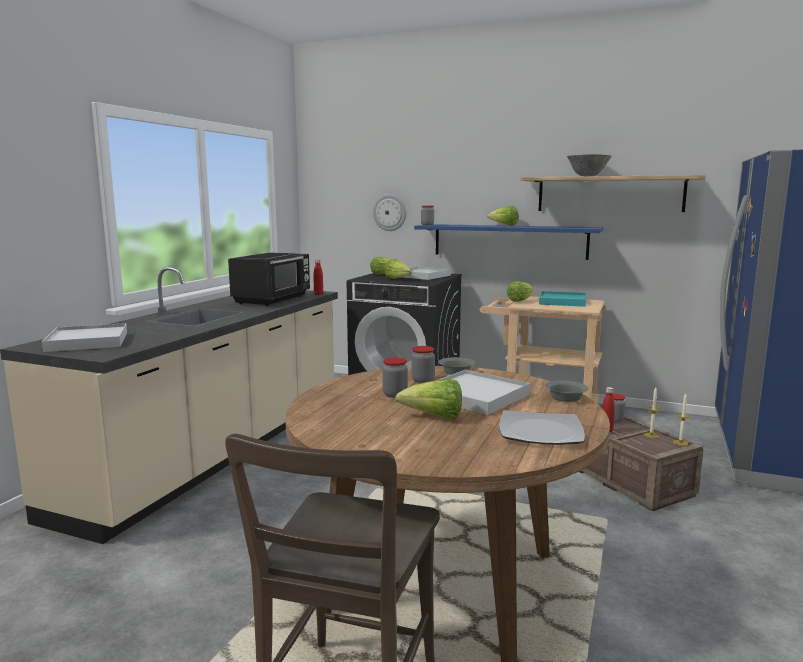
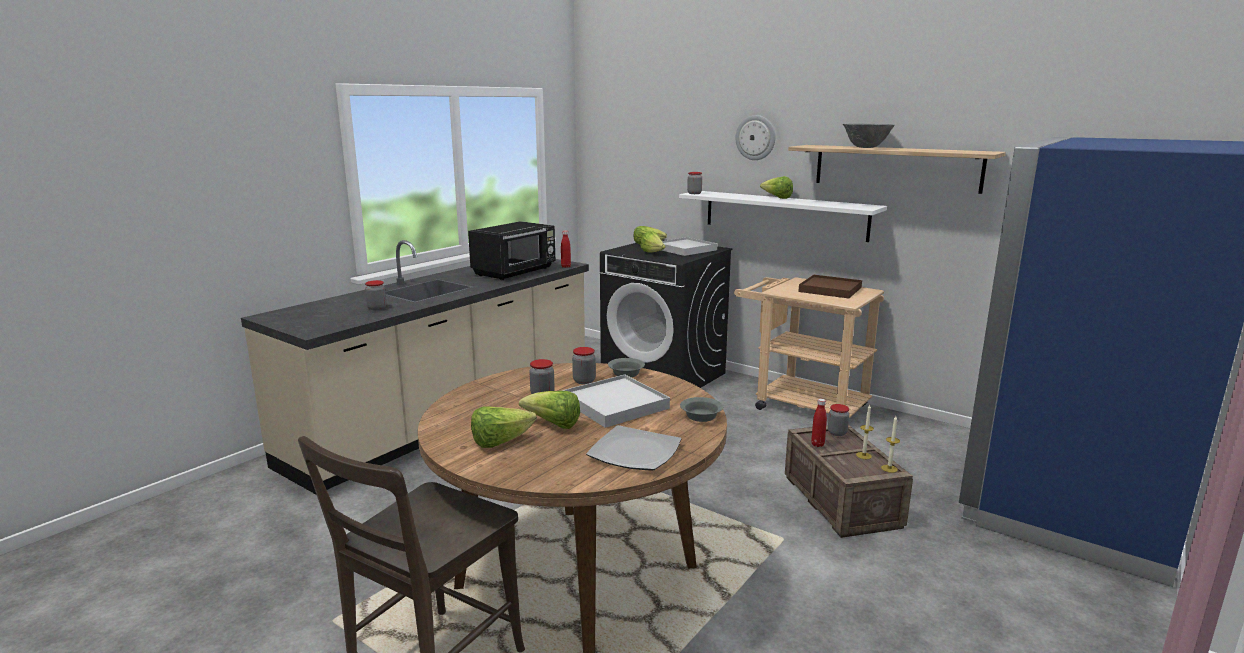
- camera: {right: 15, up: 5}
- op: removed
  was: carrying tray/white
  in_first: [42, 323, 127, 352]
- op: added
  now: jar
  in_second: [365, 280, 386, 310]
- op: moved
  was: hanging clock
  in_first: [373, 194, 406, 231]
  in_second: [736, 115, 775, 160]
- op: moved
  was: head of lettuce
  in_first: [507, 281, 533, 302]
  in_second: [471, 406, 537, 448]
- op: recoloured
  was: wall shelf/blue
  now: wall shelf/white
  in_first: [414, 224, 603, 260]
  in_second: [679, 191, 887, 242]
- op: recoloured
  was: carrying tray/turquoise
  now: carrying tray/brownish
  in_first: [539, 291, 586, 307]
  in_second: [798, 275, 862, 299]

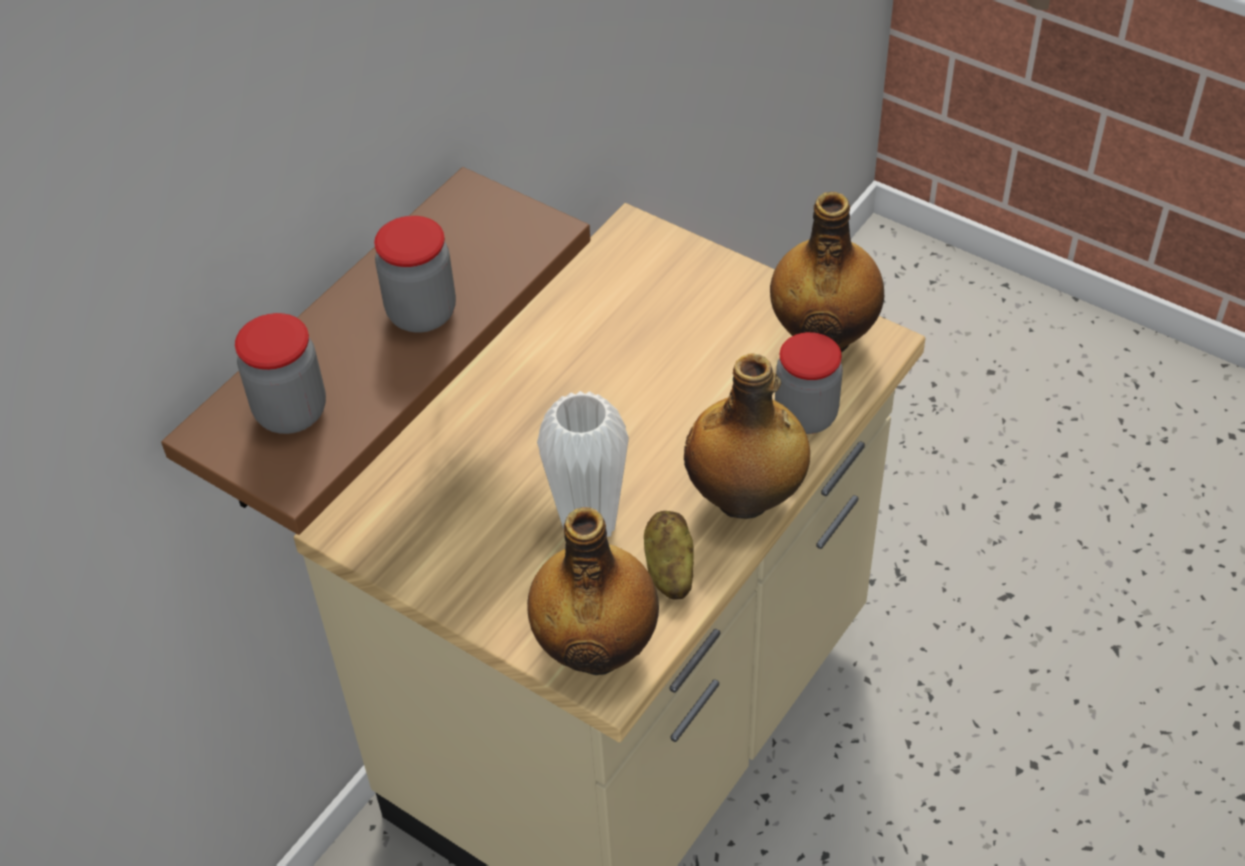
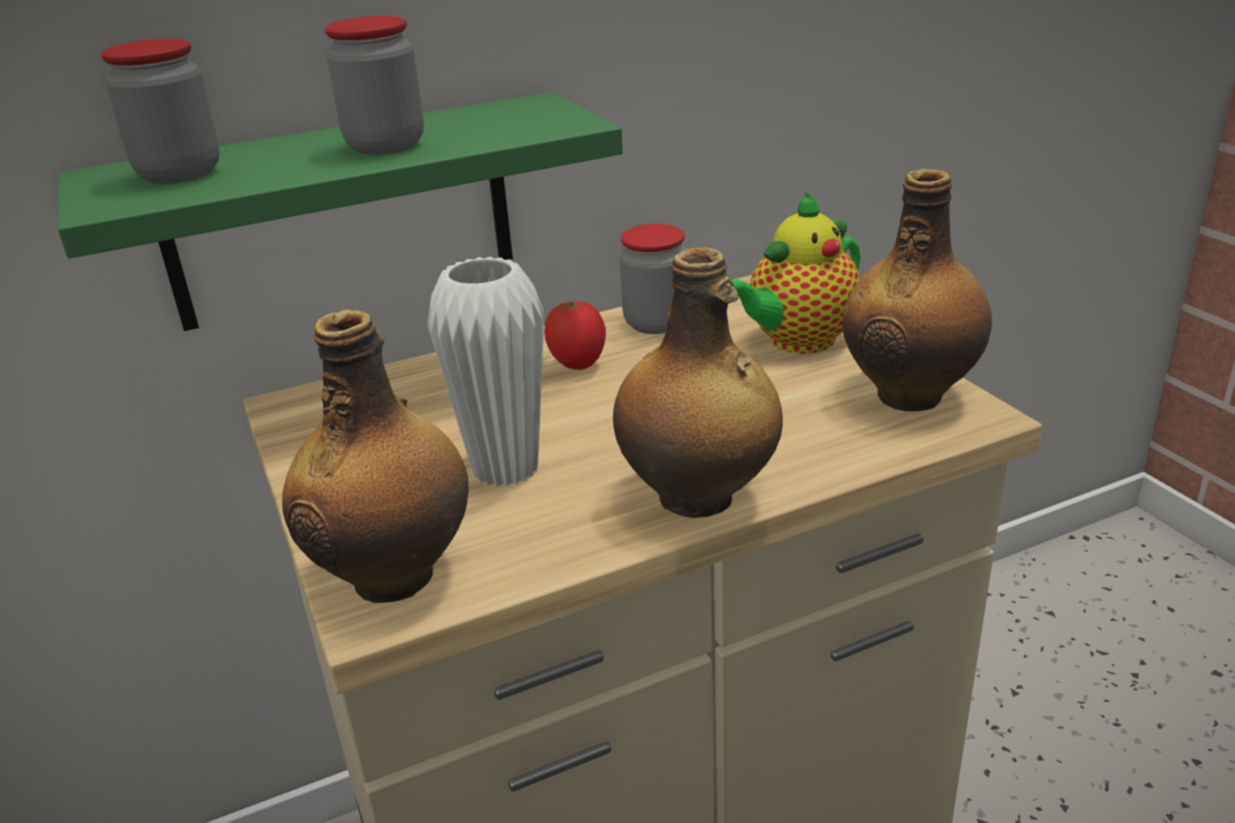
- camera: {right: 30, up: -20}
- op: removed
  was: spud
  in_first: [644, 511, 694, 599]
- op: added
  now: whole tomato
  in_second: [544, 300, 606, 370]
- op: added
  now: tea pot
  in_second: [731, 192, 861, 354]
- op: moved
  was: jar
  in_first: [775, 332, 843, 434]
  in_second: [619, 224, 686, 334]
- op: recoloured
  was: wall shelf/brownish
  now: wall shelf/green-coloured
  in_first: [161, 167, 590, 535]
  in_second: [58, 92, 623, 331]

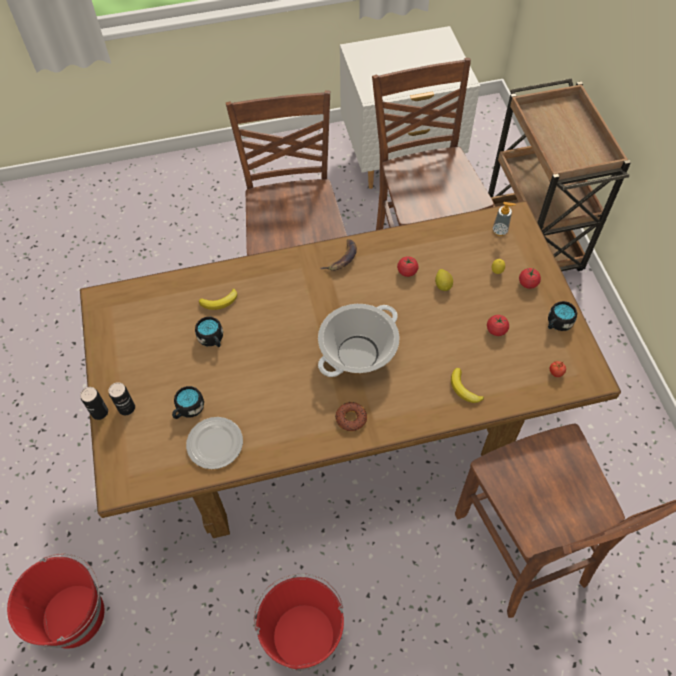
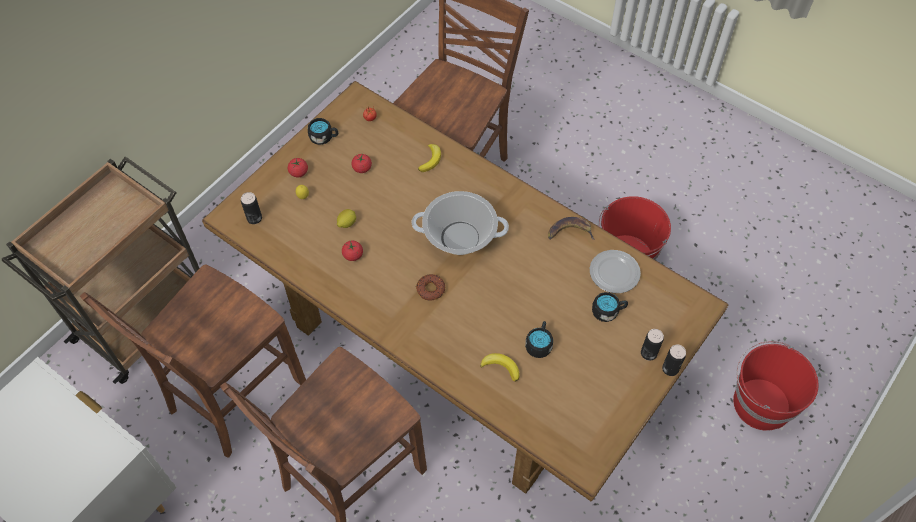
- camera: {right: -130, up: 0}
- op: moved
  was: whole banana
  in_first: [320, 239, 357, 271]
  in_second: [548, 217, 595, 240]
- op: moved
  was: donut
  in_first: [335, 402, 367, 431]
  in_second: [416, 274, 445, 301]
- op: replaced
  was: liquid soap bottle
  now: can
  in_first: [493, 202, 516, 236]
  in_second: [241, 192, 262, 224]

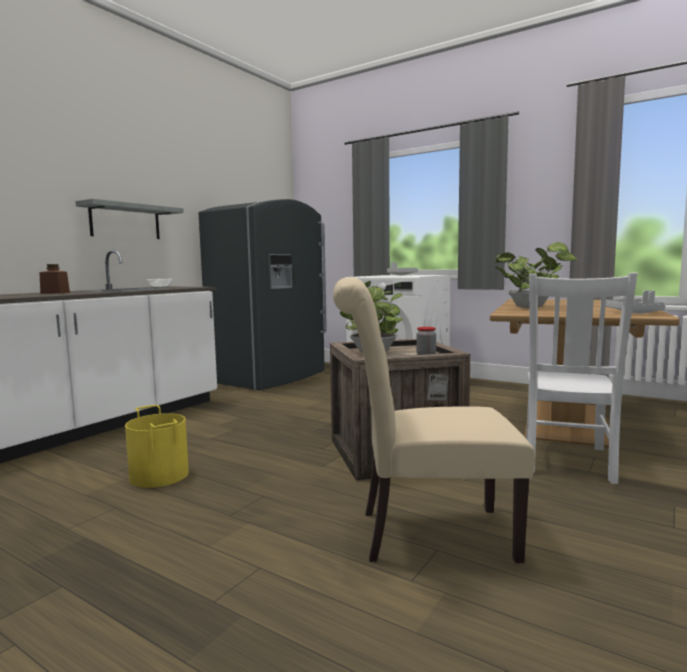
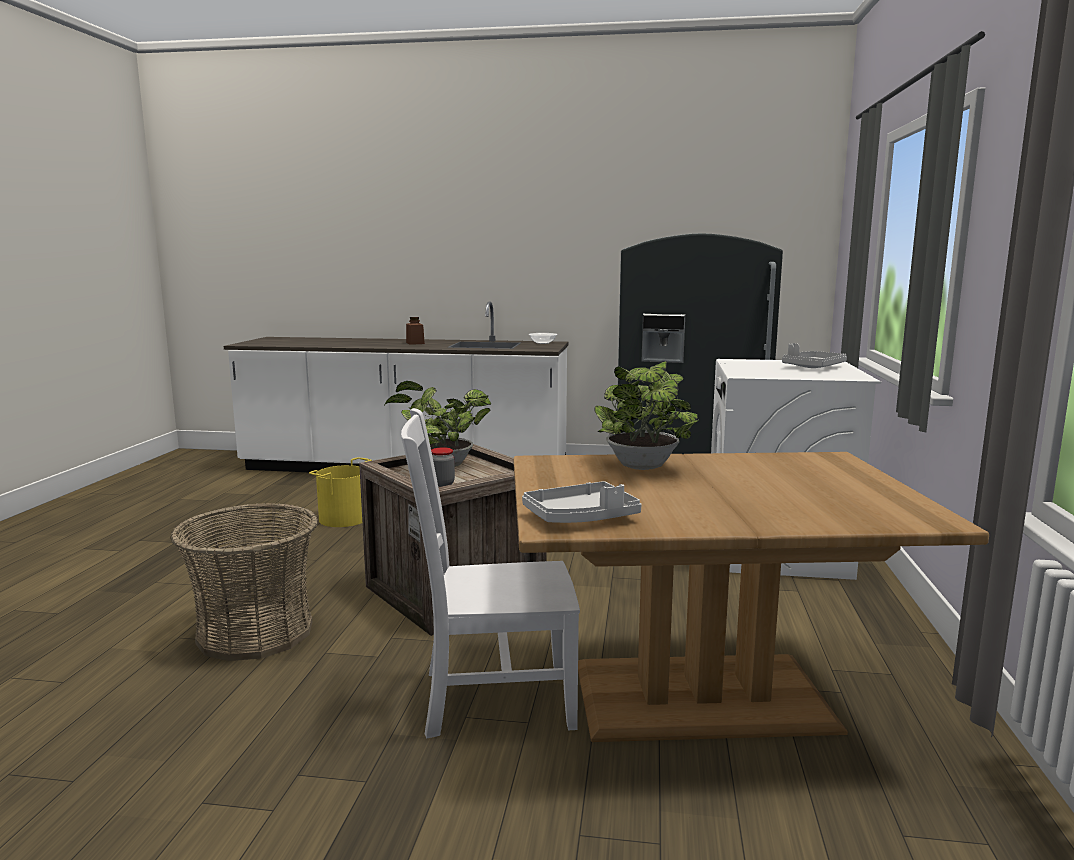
- camera: {right: 65, up: 5}
- op: removed
  was: wall shelf/gray
  in_first: [75, 198, 184, 239]
- op: replaced
  was: upright chair/sand-coloured
  now: household basket
  in_first: [333, 277, 535, 563]
  in_second: [170, 503, 318, 661]

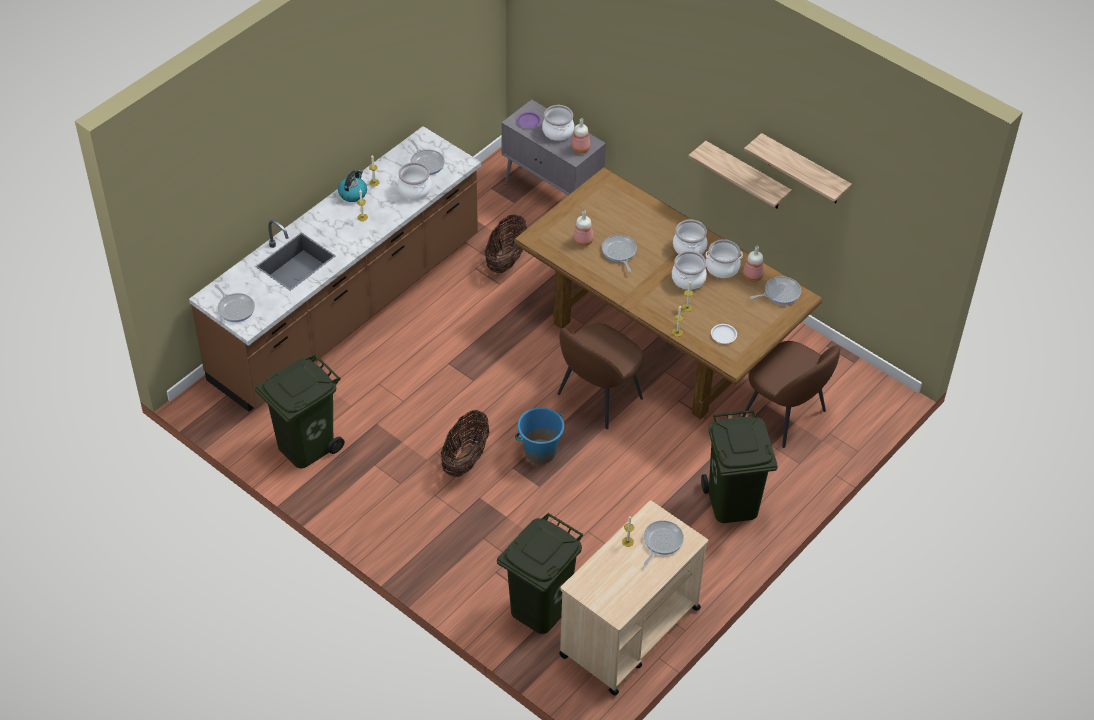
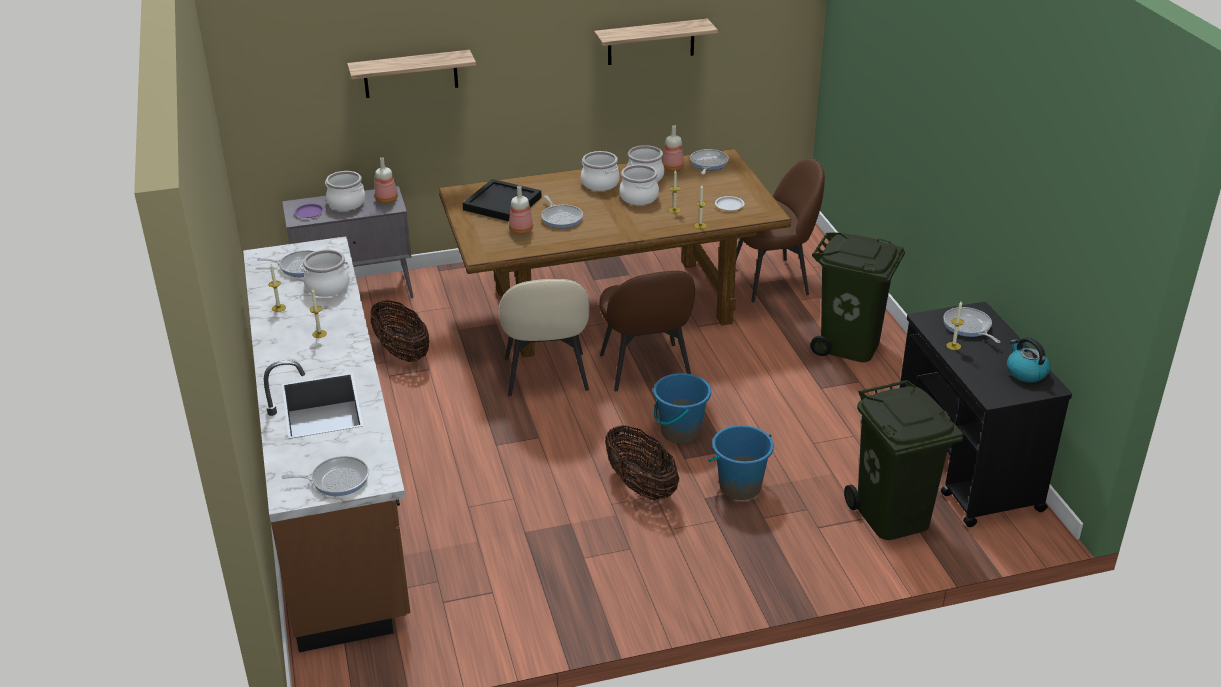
- camera: {right: -55, up: -15}
- op: removed
  was: waste bin/green-coloured
  in_first: [255, 354, 345, 468]
- op: added
  now: carrying tray/blackish
  in_second: [463, 179, 542, 221]
- op: added
  now: upright chair/sand-coloured
  in_second: [498, 279, 589, 396]
- op: added
  now: water bucket/blue
  in_second: [708, 425, 774, 500]
- op: moved
  was: kettle
  in_first: [338, 170, 367, 202]
  in_second: [1007, 337, 1050, 383]
- op: moved
  was: wall shelf
  in_first: [688, 141, 792, 208]
  in_second: [347, 50, 476, 98]
- op: recoloured
  was: cart/sand-coloured
  now: cart/blackish
  in_first: [559, 501, 708, 695]
  in_second: [899, 302, 1072, 527]
- op: turned
  was: skillet
  in_first: [602, 235, 637, 272]
  in_second: [541, 195, 583, 228]
  clockwise: -135

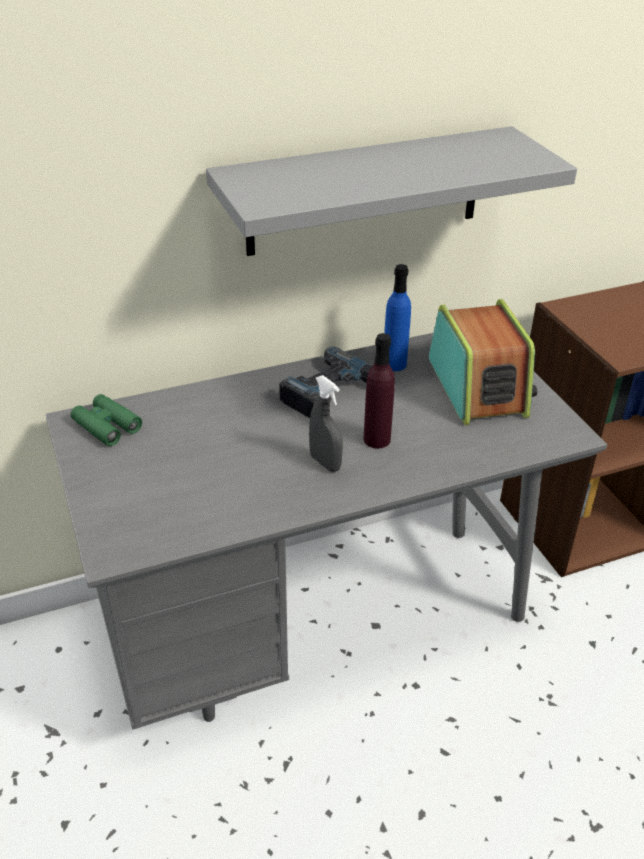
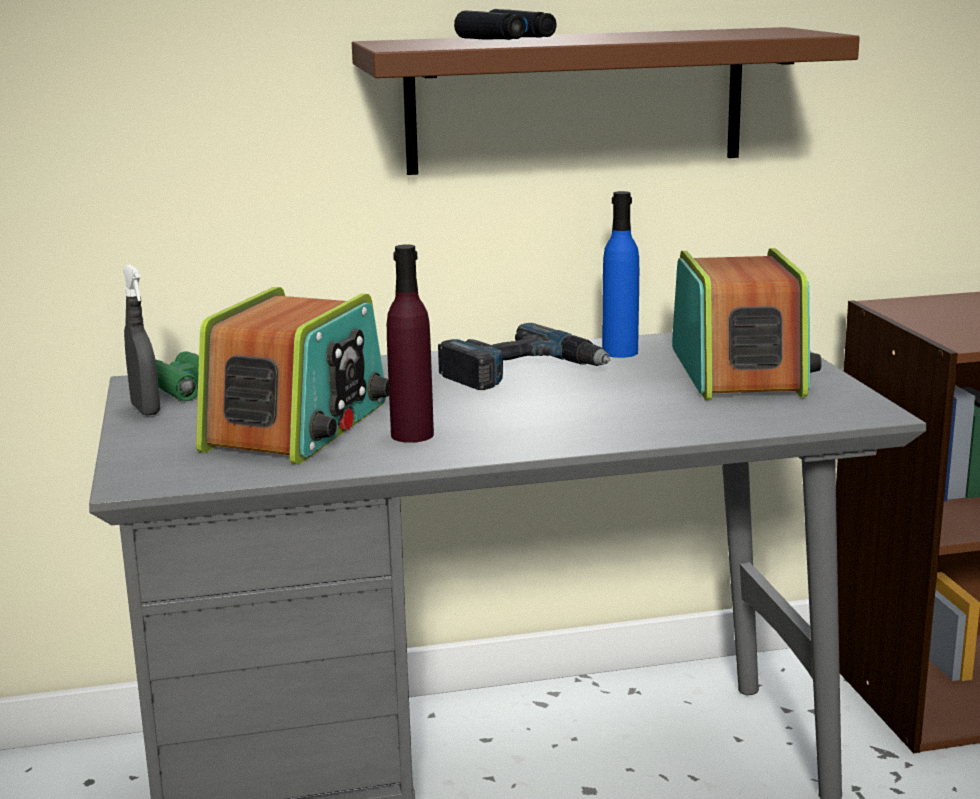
- camera: {right: 10, up: -20}
- op: added
  now: radio
  in_second: [196, 287, 389, 464]
- op: added
  now: binoculars/blackish
  in_second: [454, 9, 557, 40]
- op: moved
  was: hand sprayer/gray
  in_first: [309, 375, 343, 472]
  in_second: [123, 265, 160, 415]
- op: moved
  was: beverage bottle/purplish
  in_first: [364, 333, 395, 448]
  in_second: [387, 244, 434, 443]
- op: recoloured
  was: wall shelf/gray
  now: wall shelf/brownish
  in_first: [206, 126, 577, 256]
  in_second: [352, 27, 860, 175]

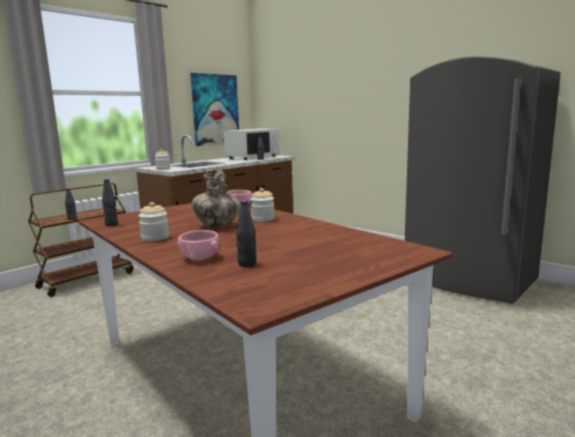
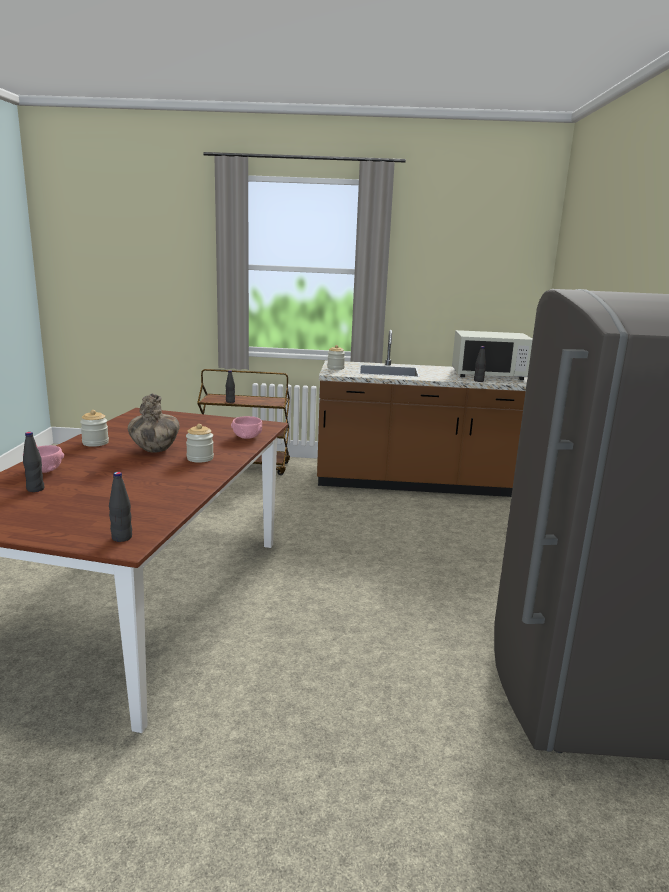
- camera: {right: 50, up: 5}
- op: removed
  was: picture
  in_first: [190, 73, 239, 146]
- op: moved
  was: beverage bottle/blackish
  in_first: [102, 179, 118, 226]
  in_second: [109, 472, 132, 542]

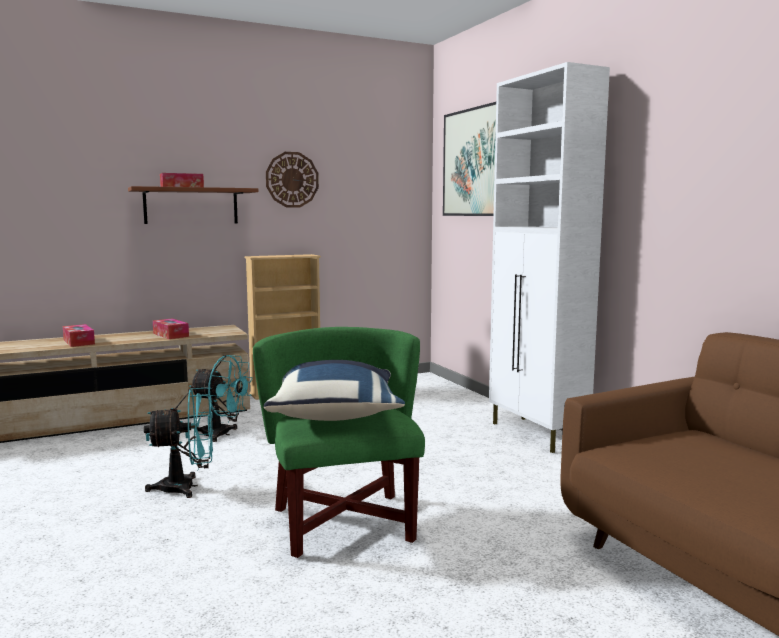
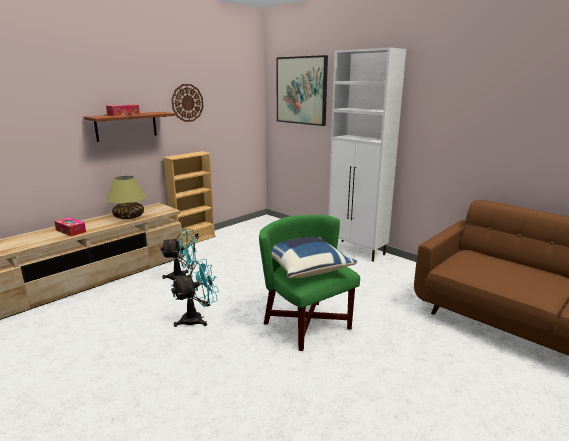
- camera: {right: -20, up: 10}
- op: replaced
  was: tissue holder
  now: tabletop lamp
  in_first: [153, 319, 189, 339]
  in_second: [106, 176, 146, 219]

